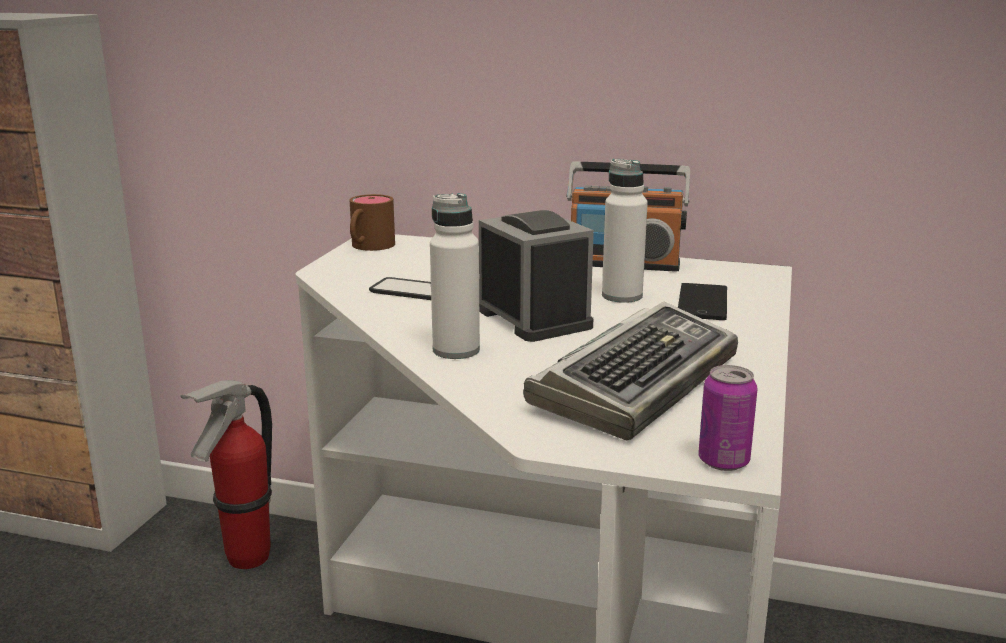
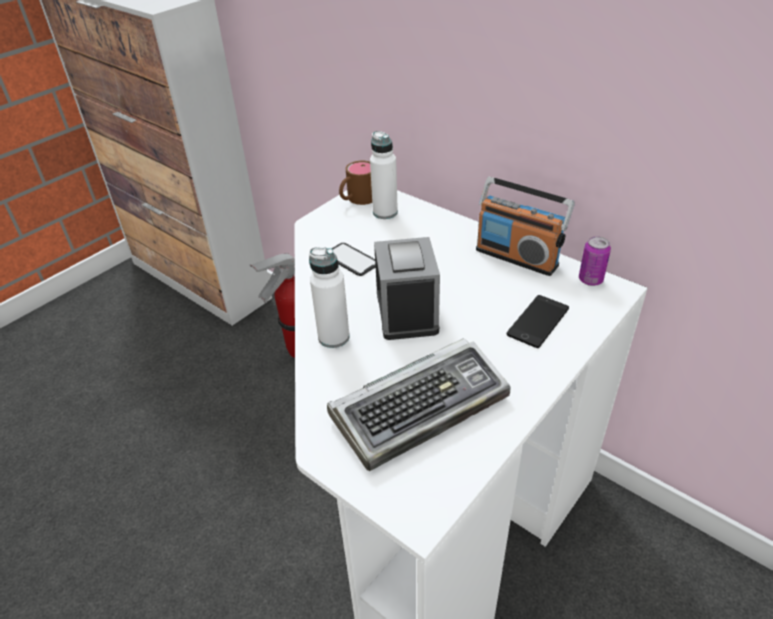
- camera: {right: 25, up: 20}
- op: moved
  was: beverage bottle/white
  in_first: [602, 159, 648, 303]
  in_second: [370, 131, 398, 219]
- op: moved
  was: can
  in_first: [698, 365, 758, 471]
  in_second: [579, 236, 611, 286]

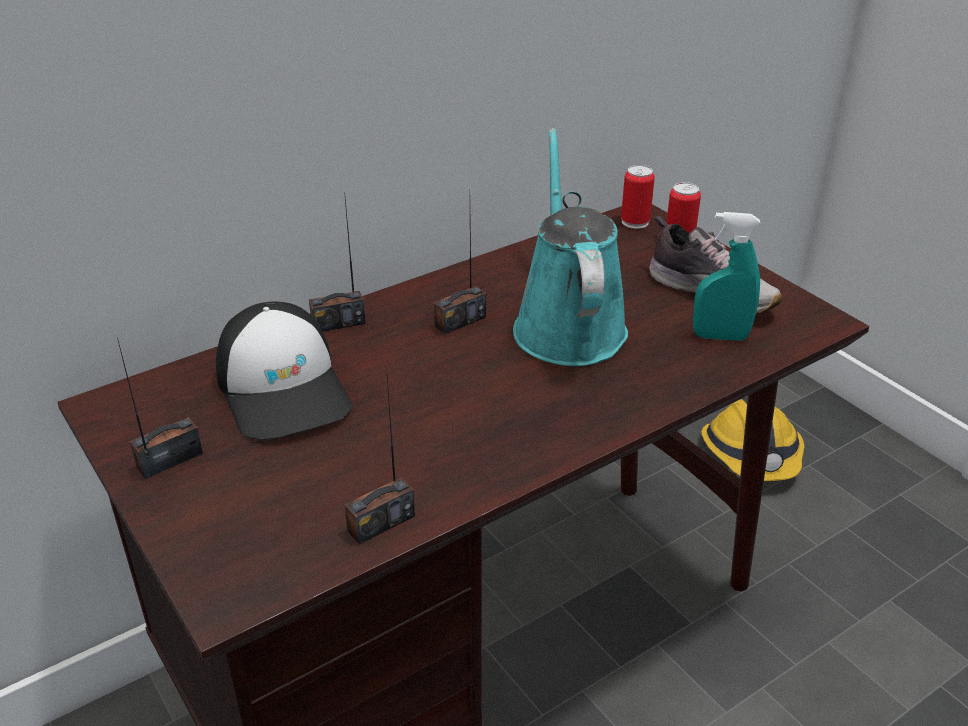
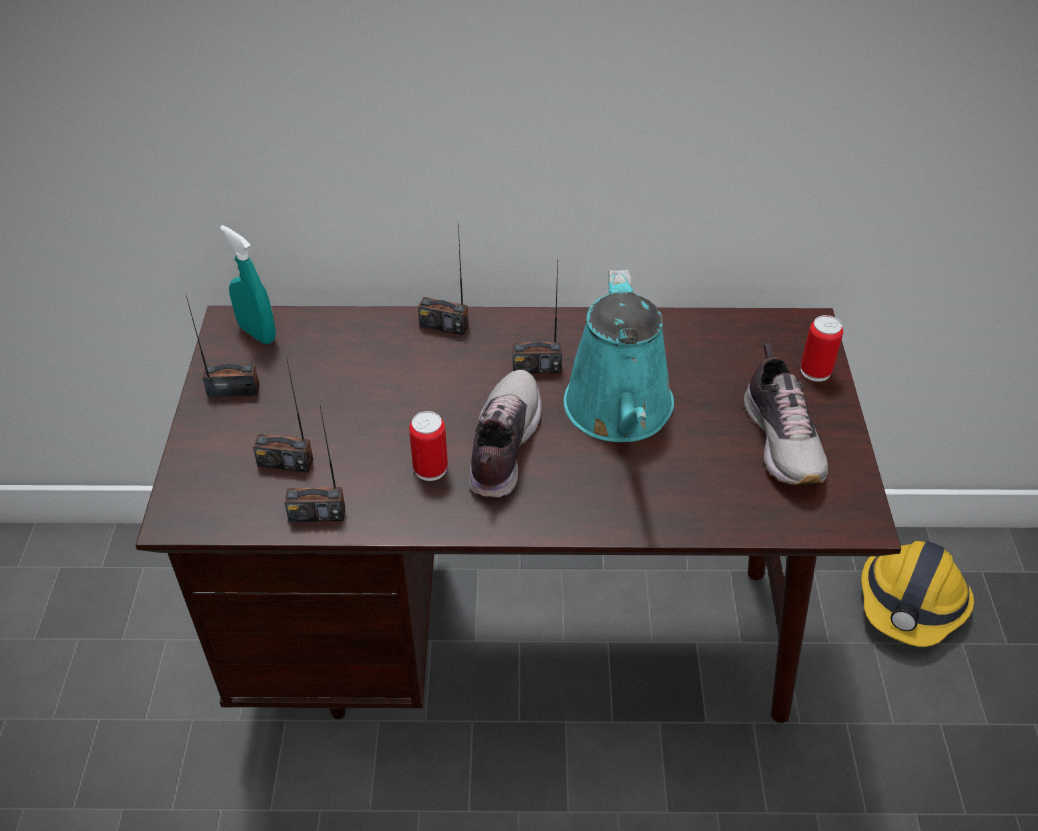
- camera: {right: 35, up: 10}
- op: removed
  was: peaked cap
  in_first: [216, 302, 353, 440]
- op: added
  now: radio
  in_second: [253, 356, 313, 472]
- op: added
  now: low shoe
  in_second: [469, 370, 541, 497]
- op: moved
  was: can
  in_first: [621, 165, 655, 229]
  in_second: [409, 411, 448, 481]
- op: moved
  was: hand sprayer/turquoise
  in_first: [693, 212, 760, 341]
  in_second: [220, 225, 276, 344]
- op: turned
  was: watering can/turquoise
  in_first: [513, 128, 628, 366]
  in_second: [564, 270, 674, 442]
  clockwise: 150

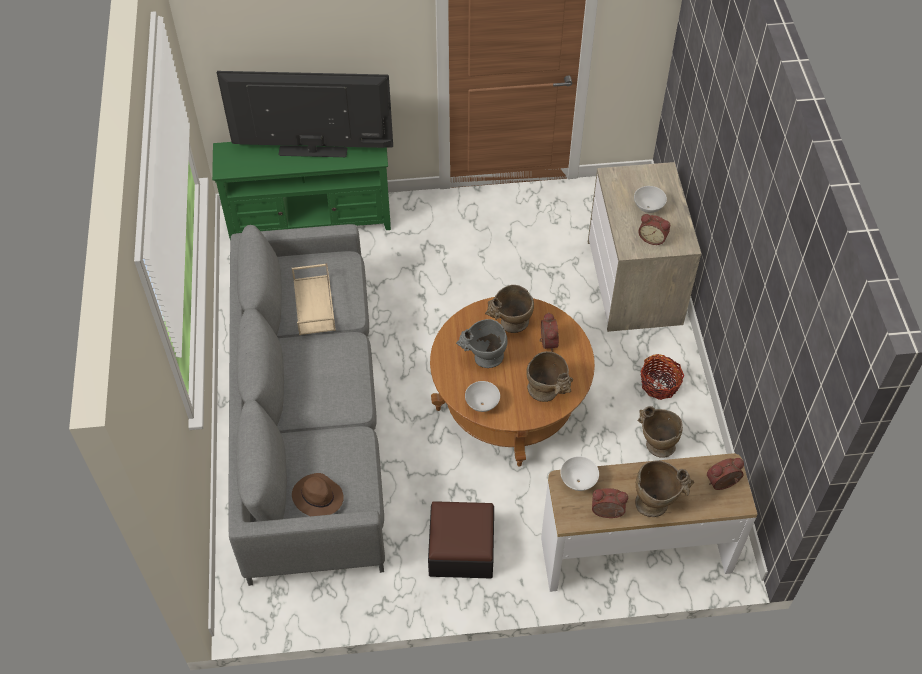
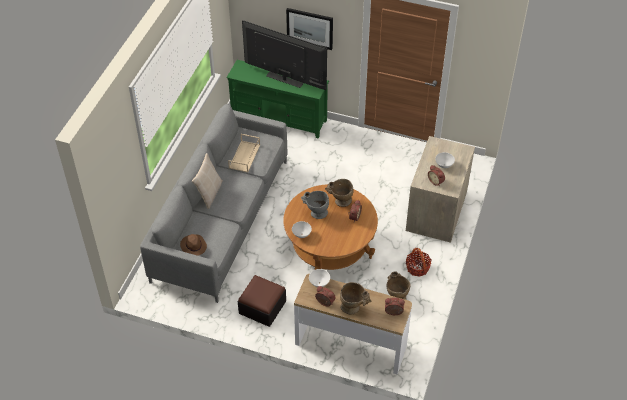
- camera: {right: 25, up: -5}
- op: removed
  was: vase/sand-coloured
  in_first: [526, 351, 573, 402]
- op: added
  now: cushion/sand-coloured
  in_second: [192, 153, 223, 209]
- op: added
  now: picture
  in_second: [286, 8, 333, 50]

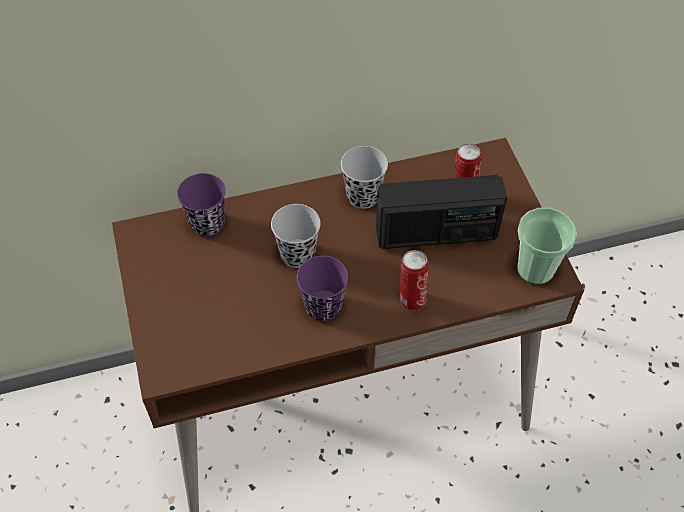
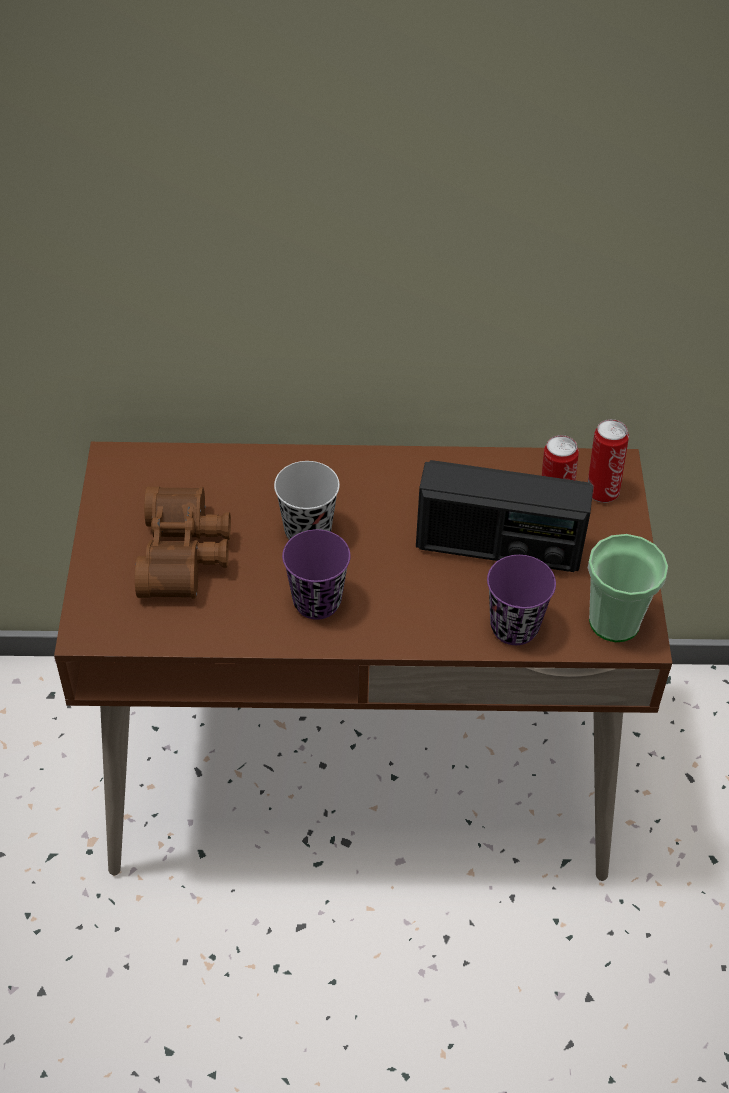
- camera: {right: 15, up: -5}
- op: removed
  was: drinking cup/blackish
  in_first: [341, 146, 388, 209]
- op: added
  now: binoculars/brownish
  in_second: [135, 486, 231, 598]
- op: moved
  was: drinking cup/purplish
  in_first: [177, 173, 226, 237]
  in_second: [487, 555, 556, 645]
- op: moved
  was: can
  in_first: [400, 250, 429, 311]
  in_second: [588, 419, 629, 503]

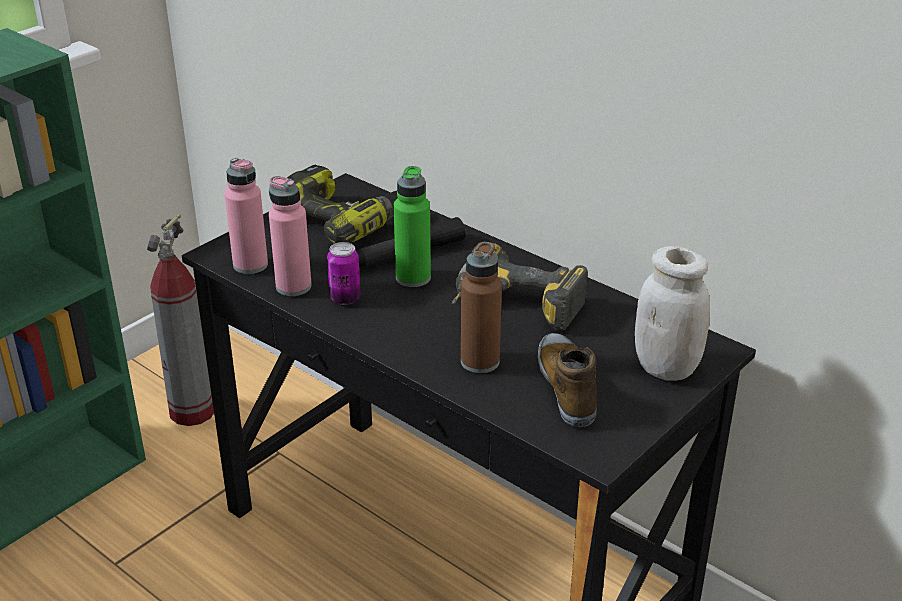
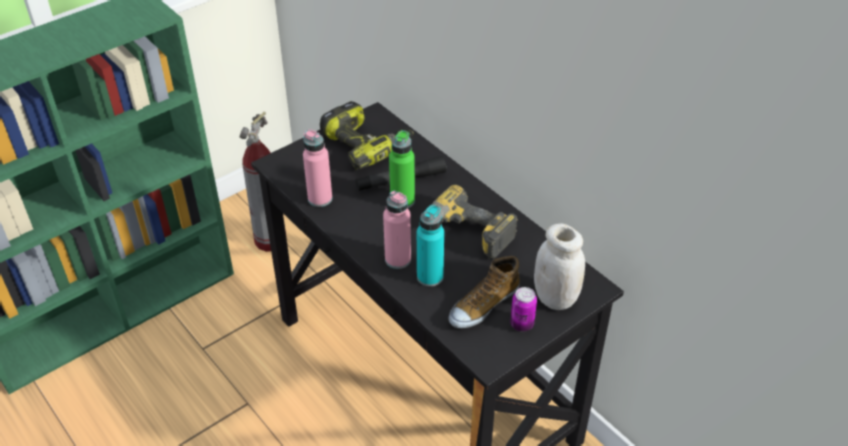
- camera: {right: 10, up: 10}
- op: moved
  was: beverage bottle/pink
  in_first: [224, 158, 268, 274]
  in_second: [383, 191, 411, 269]
- op: moved
  was: can
  in_first: [327, 242, 360, 305]
  in_second: [510, 287, 537, 332]
- op: recoloured
  was: beverage bottle/brownish
  now: beverage bottle/turquoise
  in_first: [461, 242, 502, 373]
  in_second: [417, 205, 444, 287]
- op: turned
  was: low shoe
  in_first: [538, 333, 597, 427]
  in_second: [449, 256, 520, 328]
  clockwise: -135

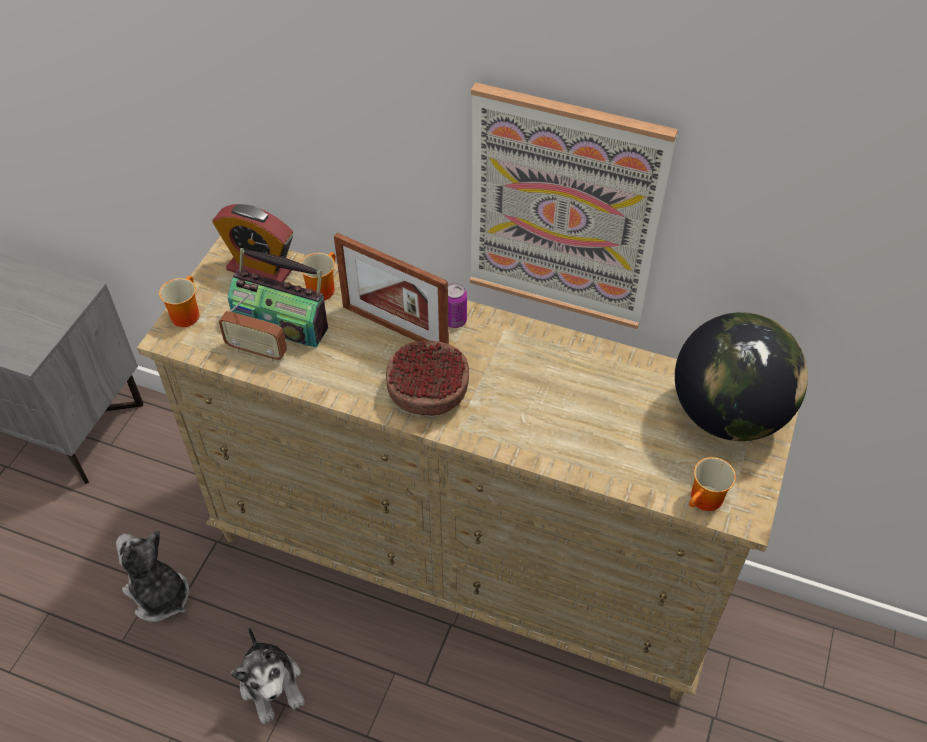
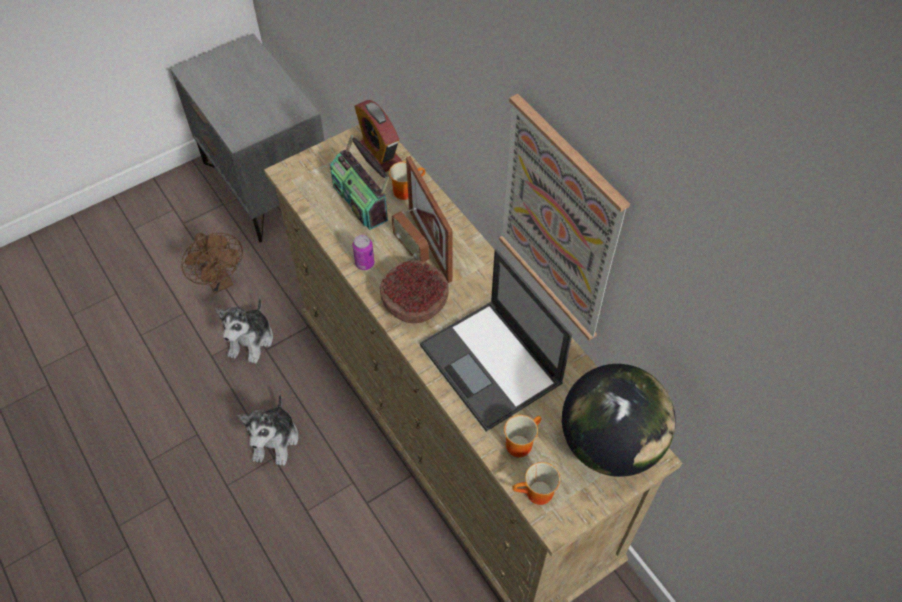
- camera: {right: 35, up: 5}
- op: added
  now: electric fan/brownish
  in_second: [181, 233, 243, 293]
- op: added
  now: notebook computer
  in_second: [420, 249, 572, 432]
- op: moved
  was: mug
  in_first: [159, 276, 199, 327]
  in_second: [504, 415, 541, 457]
- op: moved
  was: radio
  in_first: [219, 293, 287, 362]
  in_second: [392, 208, 429, 262]
- op: moved
  was: can
  in_first: [448, 283, 467, 328]
  in_second: [352, 235, 374, 270]
- op: turned
  was: plush toy
  in_first: [116, 529, 189, 622]
  in_second: [215, 297, 273, 364]
  clockwise: -150

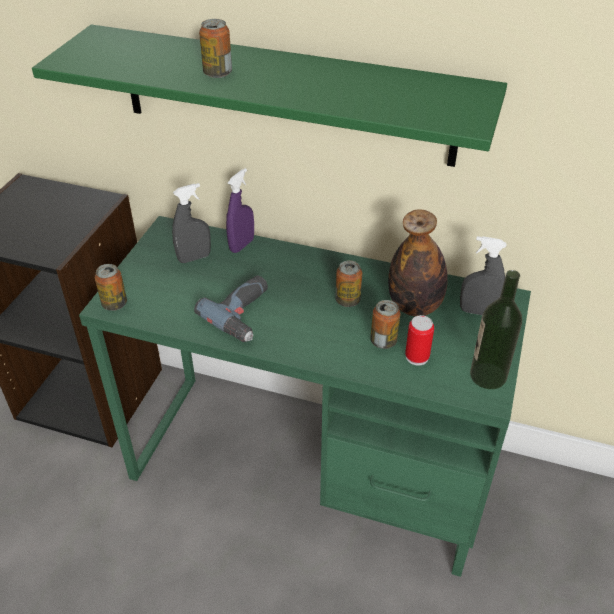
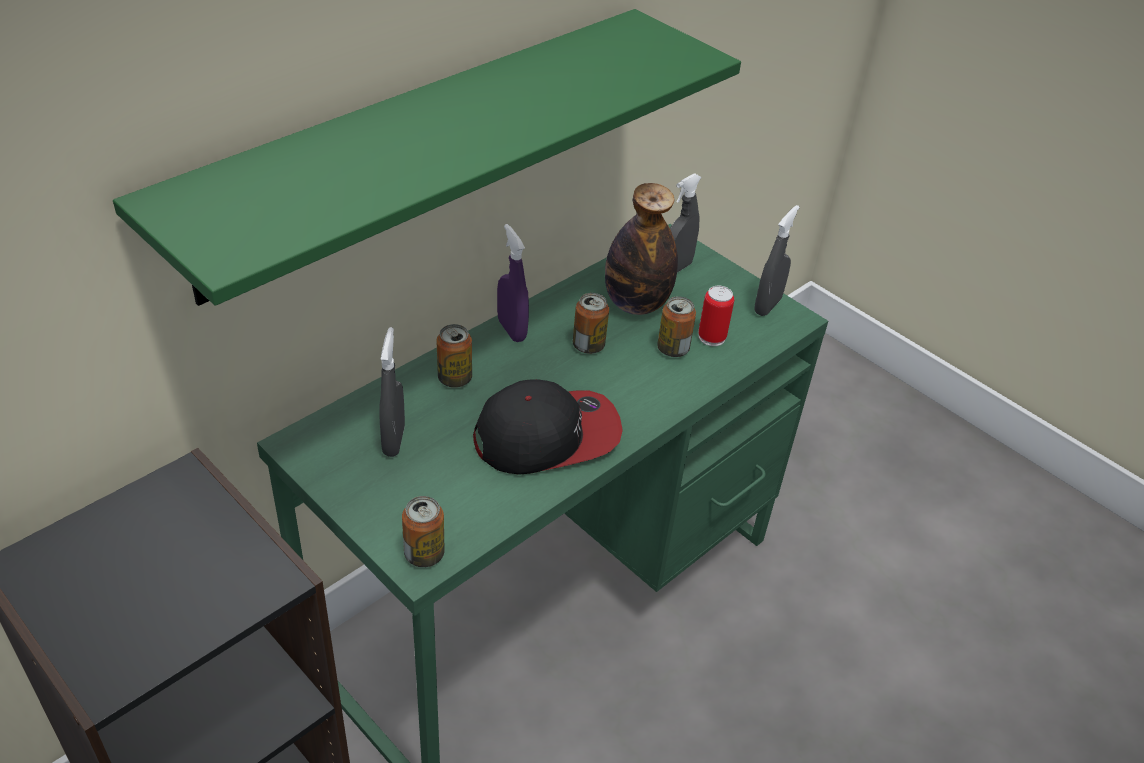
- camera: {right: -65, up: 0}
- op: moved
  was: can
  in_first: [199, 19, 232, 78]
  in_second: [436, 324, 472, 388]
- op: moved
  was: hand sprayer/purplish
  in_first: [226, 168, 254, 253]
  in_second: [497, 224, 529, 342]
- op: replaced
  was: drill
  now: peaked cap
  in_first: [194, 275, 268, 342]
  in_second: [473, 379, 623, 475]
- op: replaced
  was: beverage bottle
  now: hand sprayer/gray
  in_first: [470, 270, 522, 389]
  in_second: [754, 205, 799, 316]

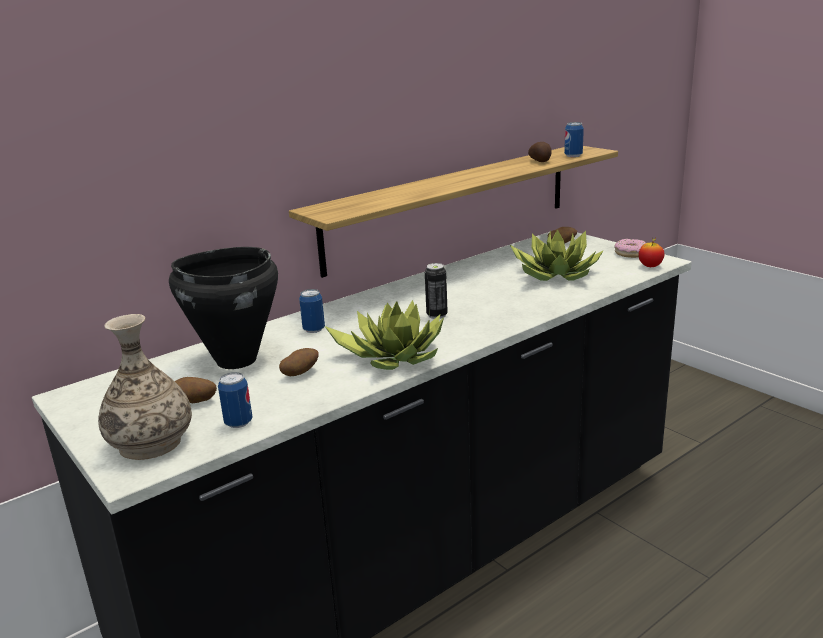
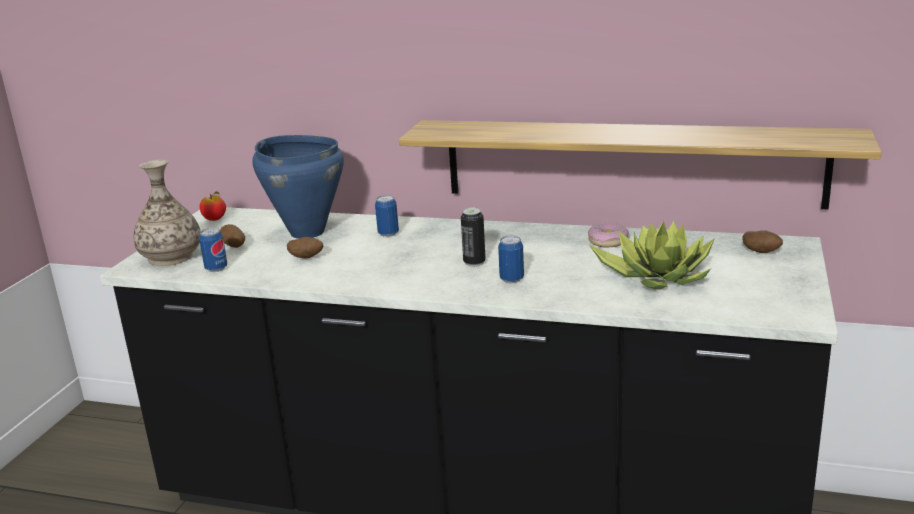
- camera: {right: 55, up: 0}
- op: removed
  was: potted plant
  in_first: [325, 300, 444, 370]
- op: removed
  was: spud
  in_first: [528, 142, 552, 162]
- op: moved
  was: can
  in_first: [564, 122, 584, 157]
  in_second: [498, 236, 524, 283]
- op: moved
  was: donut
  in_first: [614, 239, 646, 258]
  in_second: [588, 223, 629, 248]
- op: moved
  was: apple
  in_first: [638, 237, 664, 267]
  in_second: [200, 191, 226, 221]
- op: recoloured
  was: cooking pot/blackish
  now: cooking pot/blue
  in_first: [169, 247, 278, 369]
  in_second: [252, 135, 344, 239]

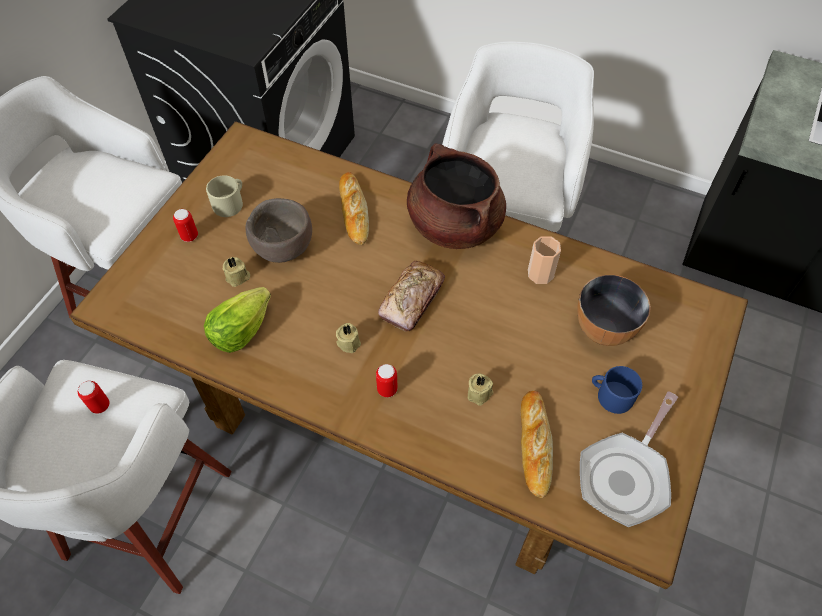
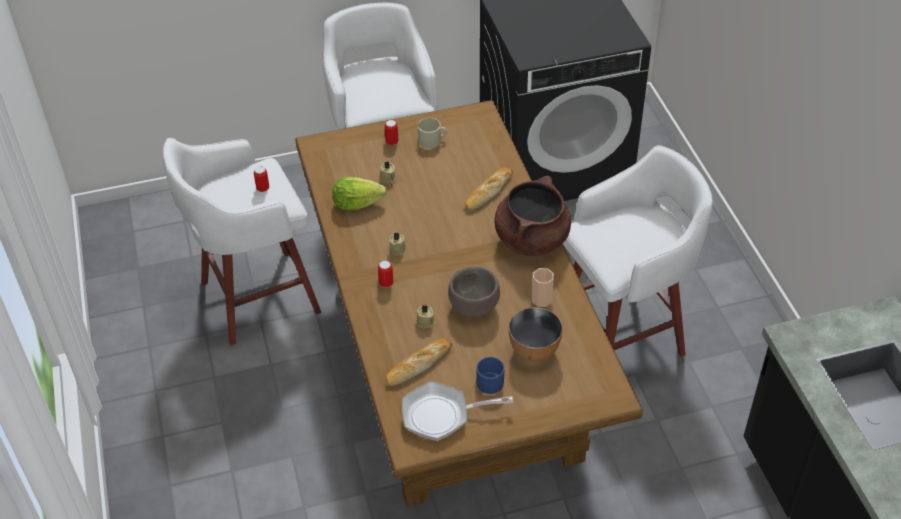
- camera: {right: 50, up: -10}
- op: removed
  was: baked bread
  in_first: [378, 261, 445, 332]
- op: moved
  was: serving bowl/brownish
  in_first: [245, 198, 312, 263]
  in_second: [448, 266, 500, 317]

